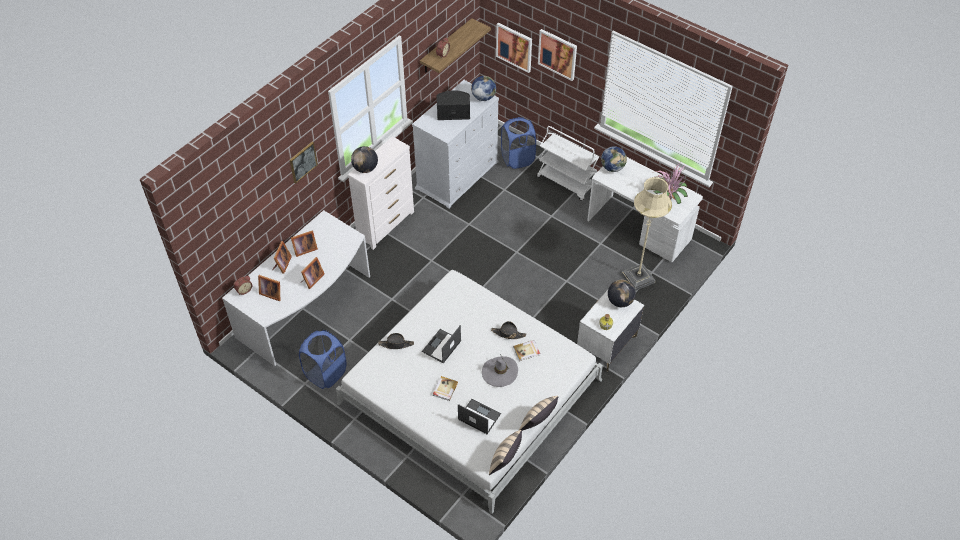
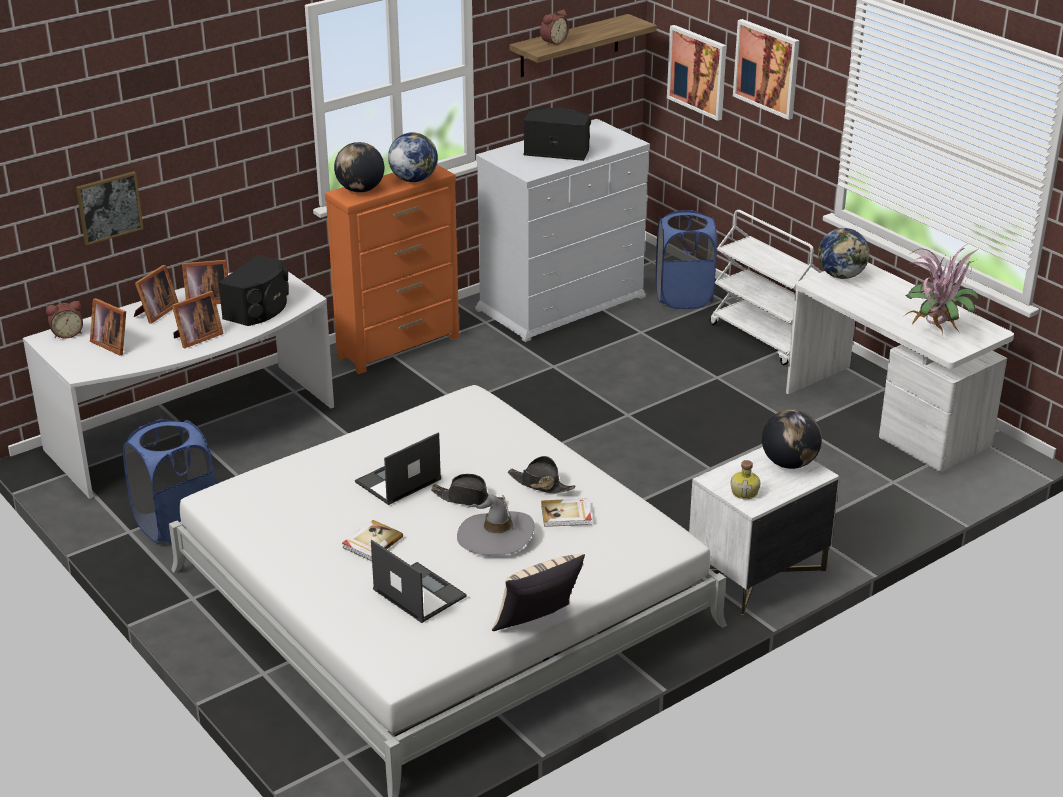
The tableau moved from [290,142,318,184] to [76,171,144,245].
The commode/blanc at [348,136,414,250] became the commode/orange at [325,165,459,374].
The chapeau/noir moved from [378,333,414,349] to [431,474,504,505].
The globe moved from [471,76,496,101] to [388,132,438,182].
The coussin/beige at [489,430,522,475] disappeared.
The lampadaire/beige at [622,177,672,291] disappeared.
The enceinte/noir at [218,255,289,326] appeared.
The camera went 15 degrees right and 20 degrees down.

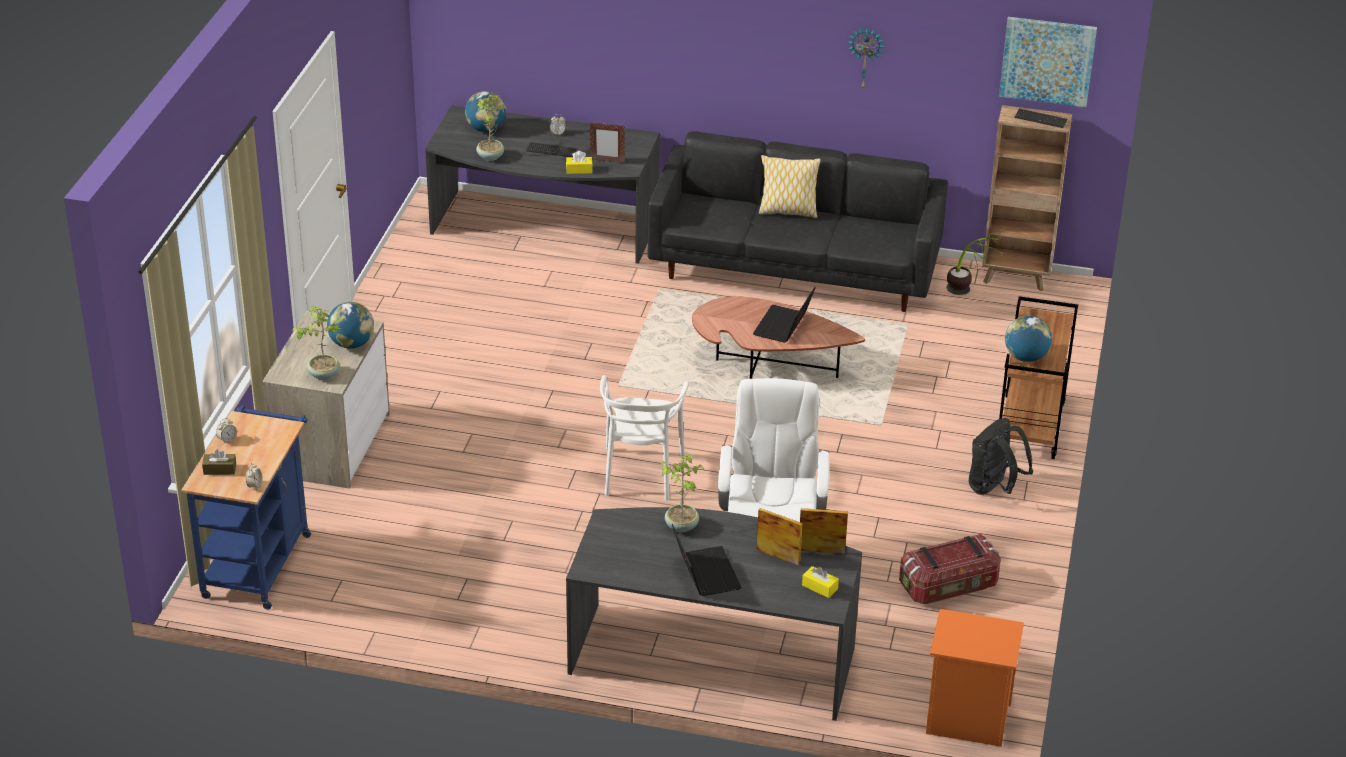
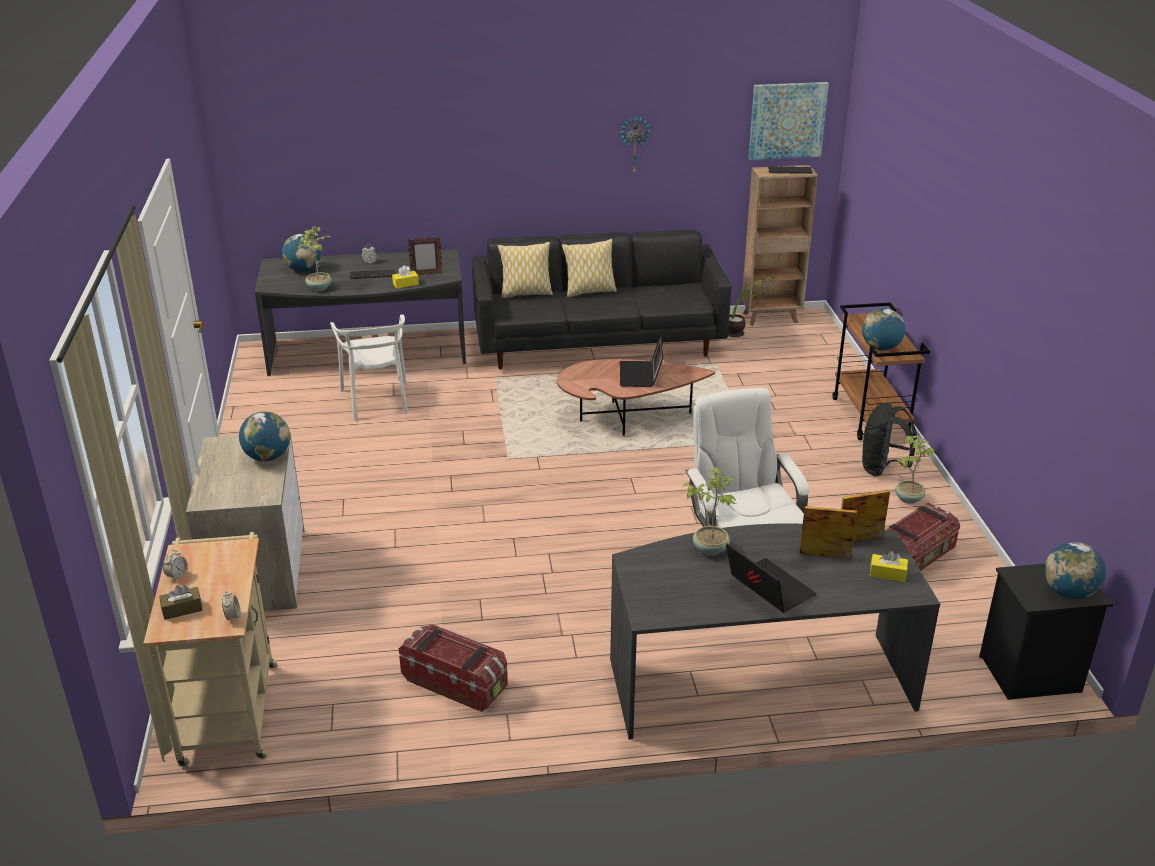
The chariot/bleu at [181,405,311,610] became the chariot/beige at [143,532,277,767].
The plante en pot moved from [292,306,341,380] to [895,436,935,504].
The chaise/blanc moved from [600,375,689,501] to [330,314,408,421].
The table de chevet/orange at [926,609,1024,747] became the table de chevet/noir at [979,564,1113,700].
The boîte de rangement at [399,625,508,712] appeared.
The coussin at [498,242,553,298] appeared.
The globe at [1045,542,1106,599] appeared.
The camera went 20 degrees left and 5 degrees down.

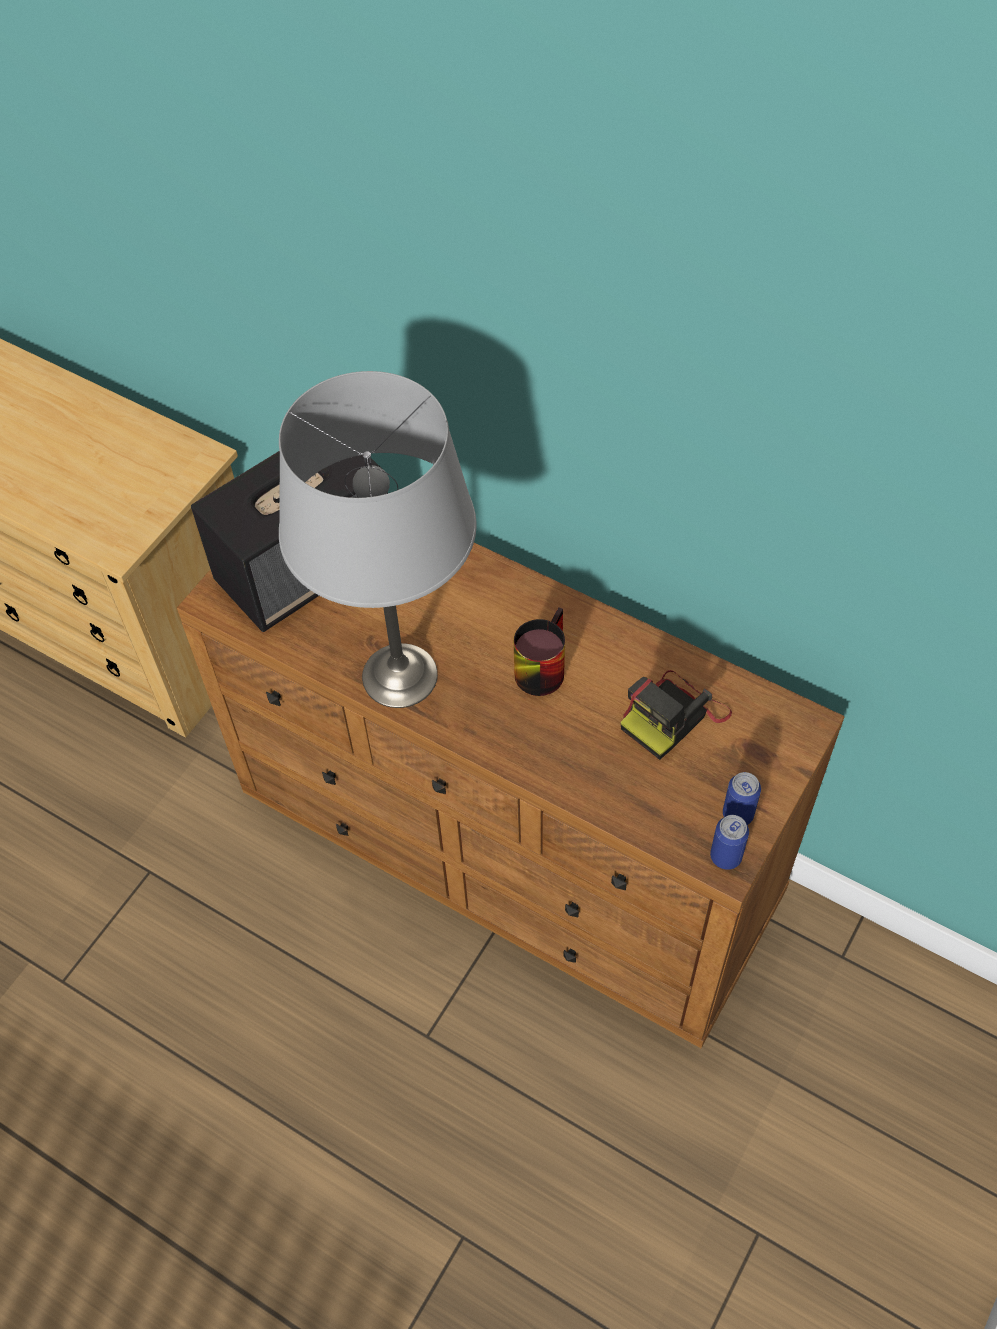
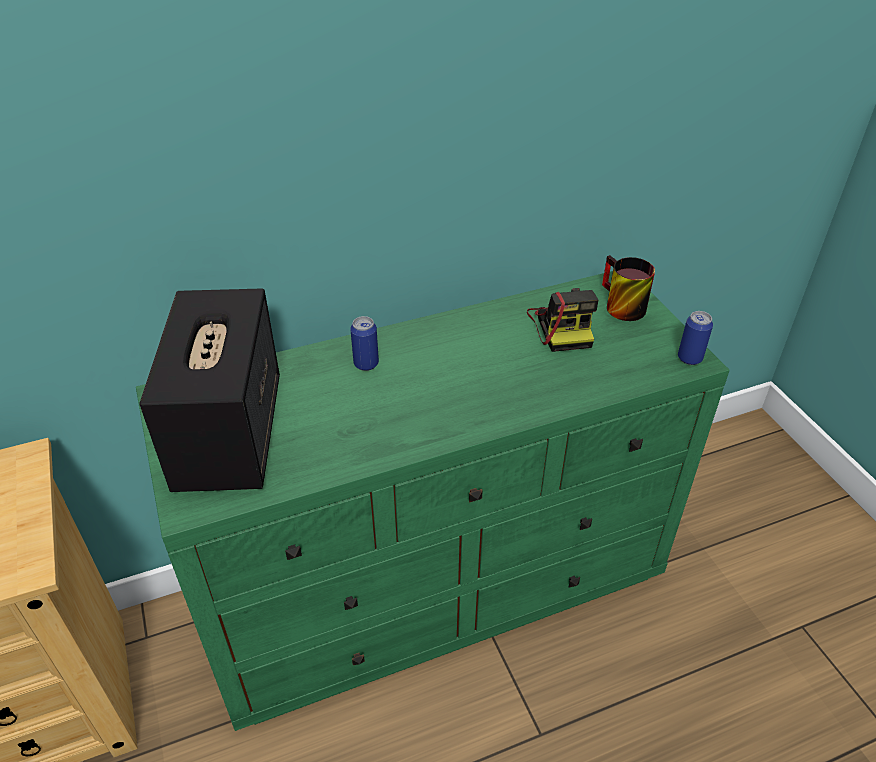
The commode/marron at [177,542,844,1048] became the commode/vert at [136,271,730,731].
The lampe de table/gris at [279,371,477,708] disappeared.
The mug moved from [514,607,565,696] to [602,255,655,321].
The boîte métallique moved from [723,772,761,825] to [350,316,379,371].
The camera went 55 degrees left and 15 degrees down.

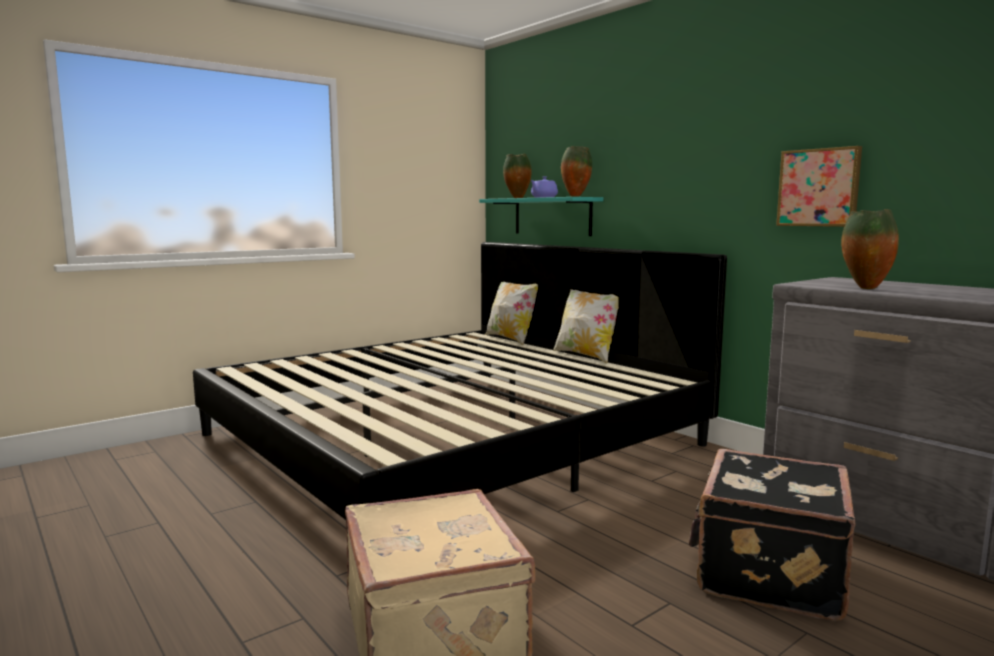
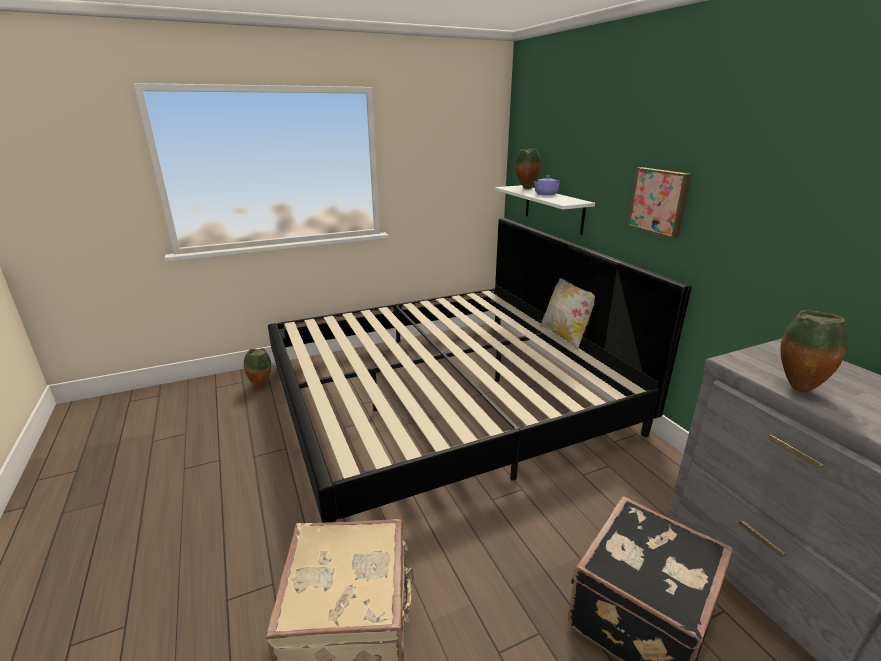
The étagère/turquoise at [479,197,603,236] became the étagère/blanc at [495,185,595,235].
The coussin at [485,282,538,345] disappeared.
The vase moved from [561,146,592,197] to [244,348,271,387].
The tableau moved from [776,146,862,227] to [628,167,692,239].
The camera went 15 degrees right and 15 degrees up.

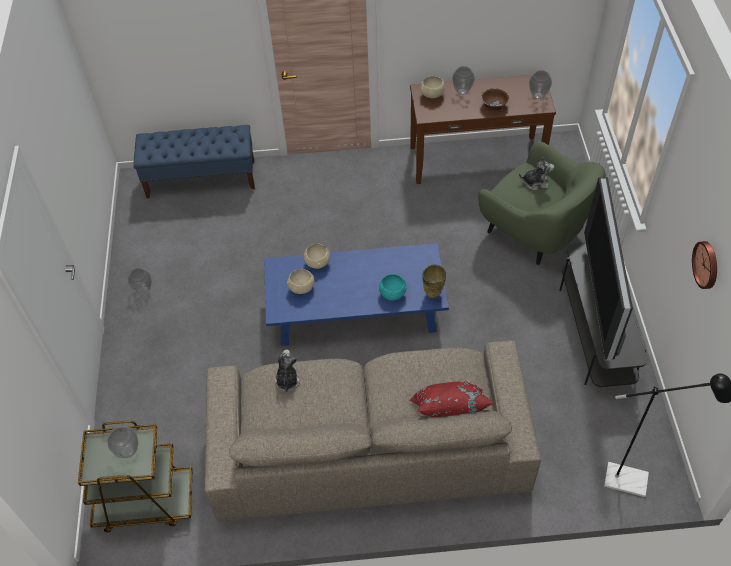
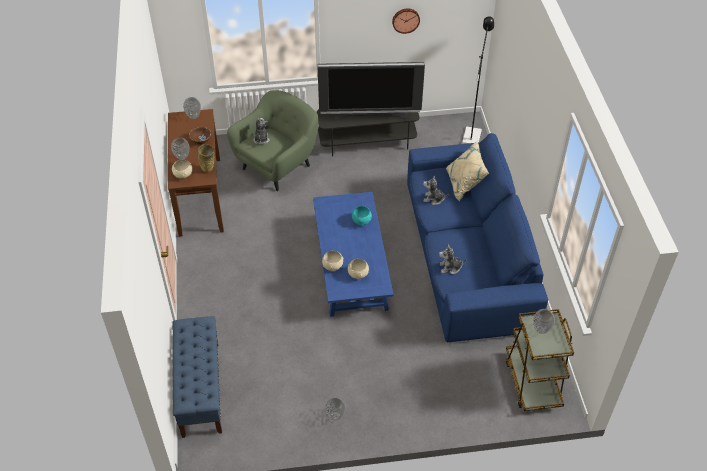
The canapé/beige at [205,341,541,521] became the canapé/bleu at [407,133,548,342].
The coussin/rouge at [410,381,493,417] became the coussin/beige at [446,140,489,201].
The vase/beige moved from [422,265,446,298] to [198,144,214,173].
The peluche at [423,176,449,205] appeared.
The camera went 95 degrees left and 5 degrees down.

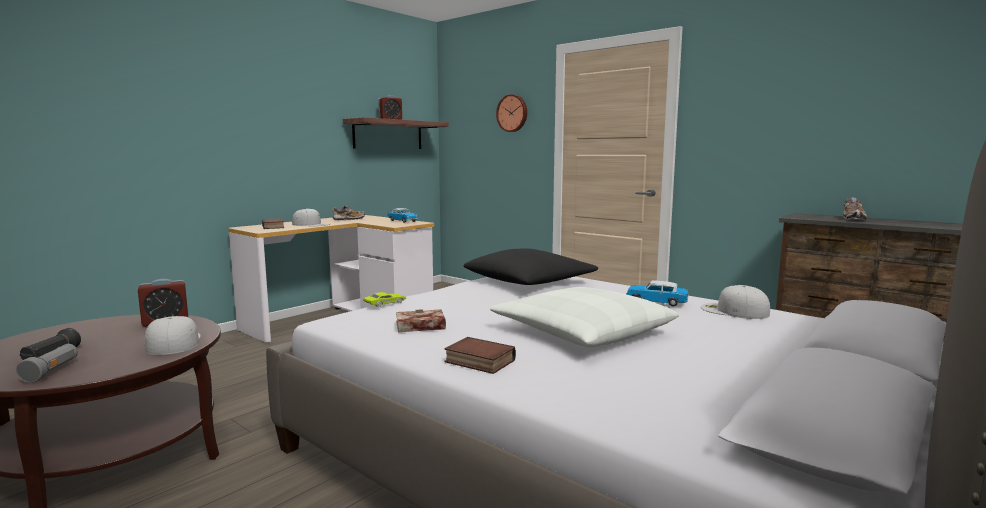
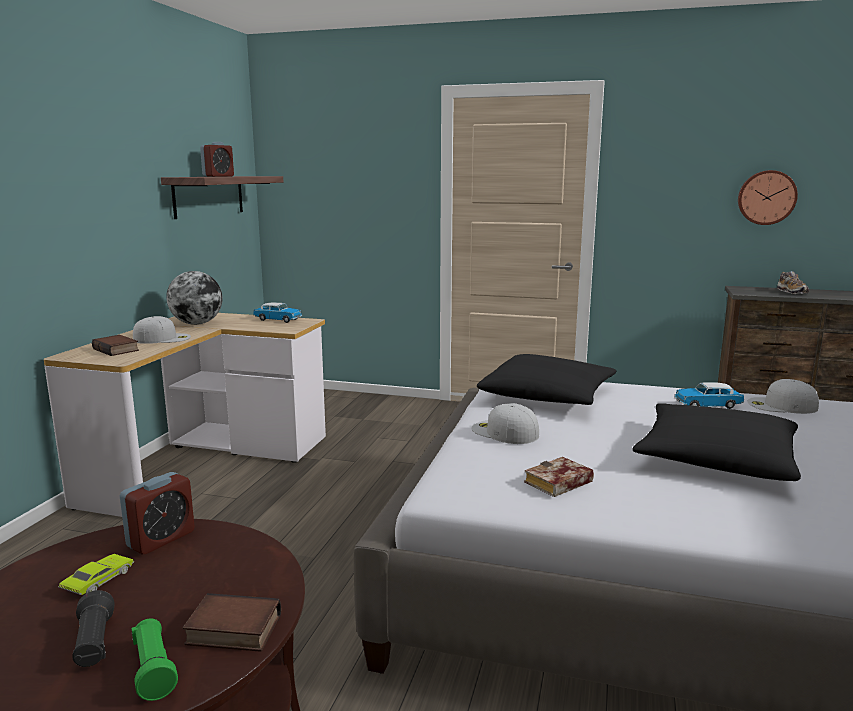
The lampe de poche/gris at [16,344,78,383] became the lampe de poche/vert at [131,618,178,701].
The casquette/blanc moved from [145,316,201,355] to [471,403,539,444].
The chaussure at [332,205,365,221] was replaced by the globe at [166,271,223,325].
The petite voiture/vert moved from [363,292,406,307] to [58,554,134,595].
The livre moved from [444,337,516,374] to [182,593,281,652].
The coussin/blanc at [490,287,679,347] became the coussin/noir at [632,403,801,481].
The horloge murale moved from [496,94,527,132] to [738,170,798,225].
The camera went 25 degrees left and 5 degrees up.

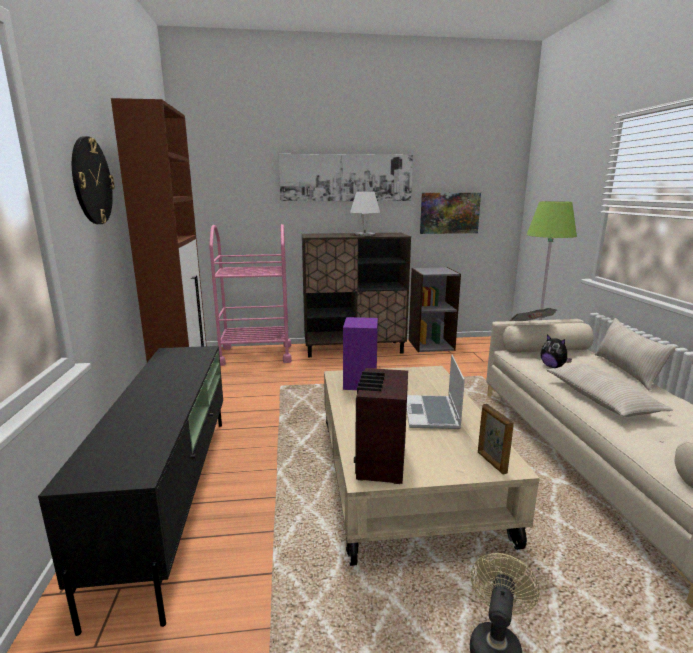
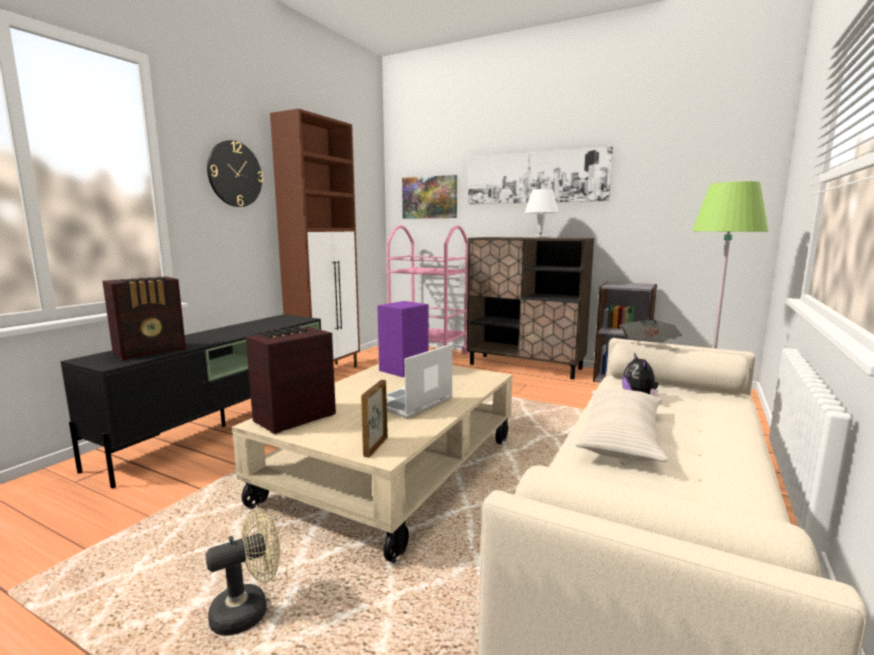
The tableau moved from [420,193,481,234] to [402,175,457,219].
The coussin/beige at [595,318,676,390] disappeared.
The radio at [102,277,186,360] appeared.
The camera went 35 degrees right and 5 degrees down.

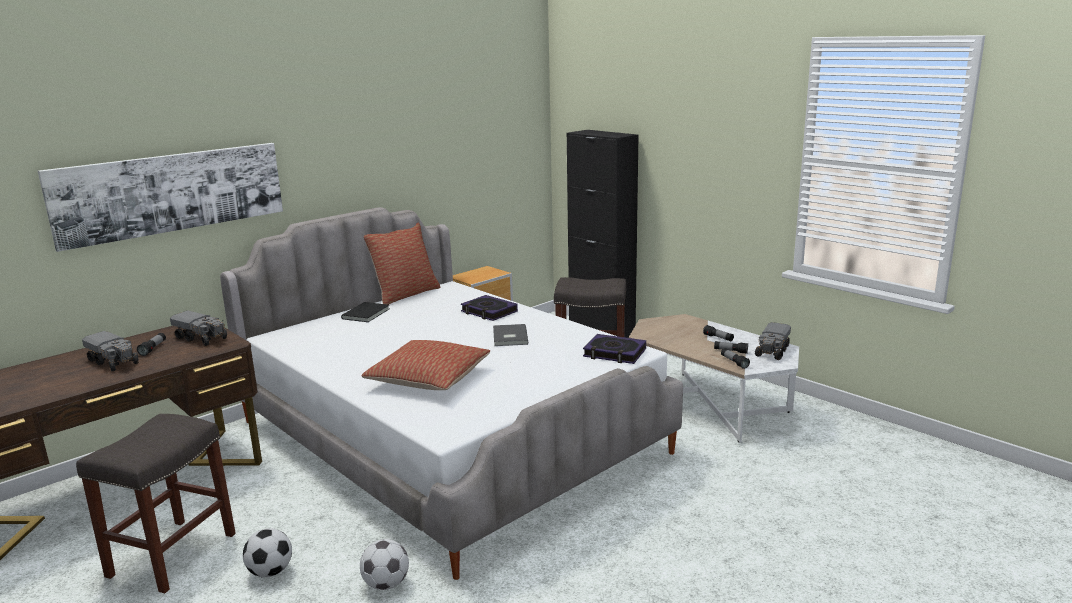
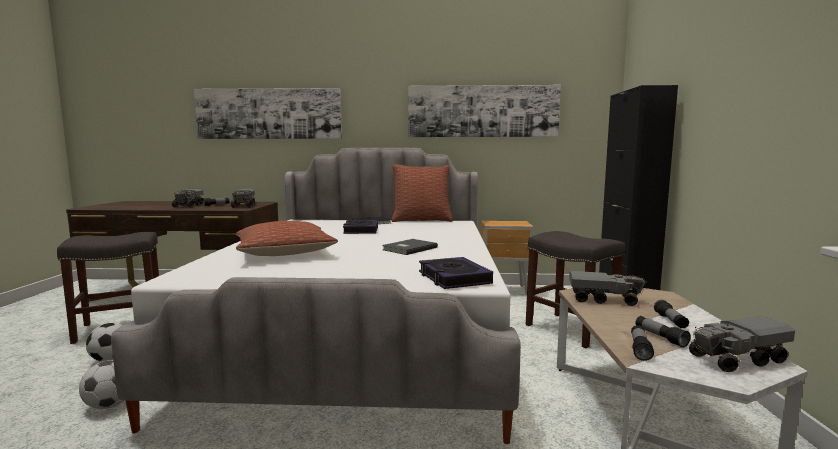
The livre moved from [461,295,518,321] to [343,220,378,234].
The tableau at [408,85,561,137] appeared.
The camion jouet at [569,271,646,306] appeared.
The camera went 45 degrees right and 10 degrees down.

